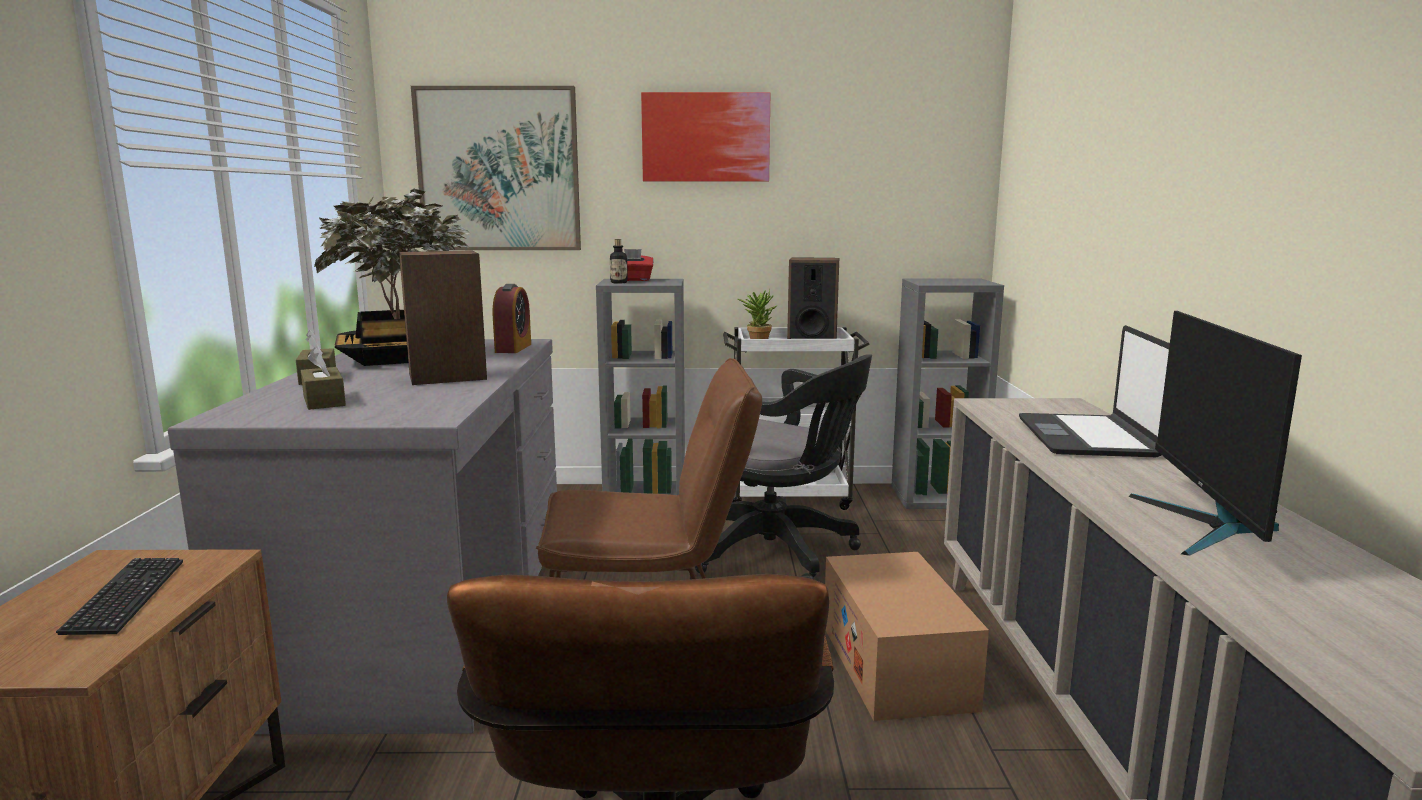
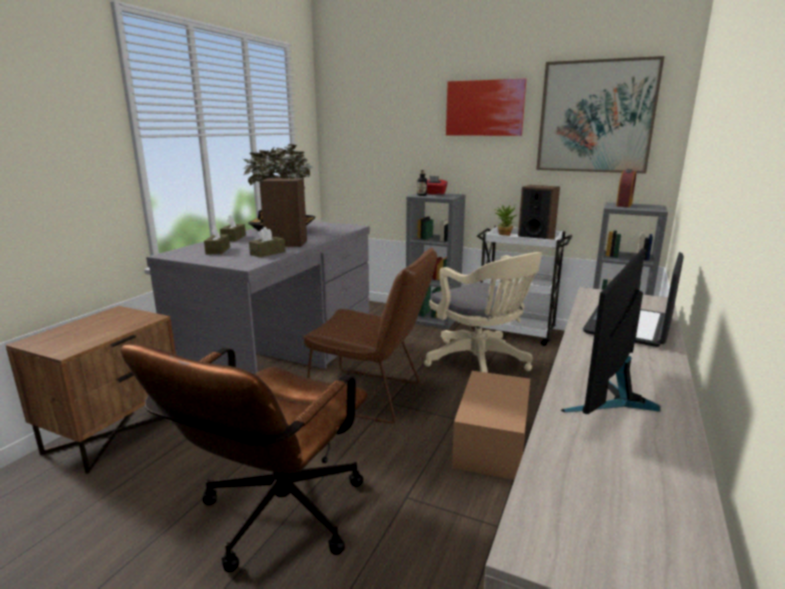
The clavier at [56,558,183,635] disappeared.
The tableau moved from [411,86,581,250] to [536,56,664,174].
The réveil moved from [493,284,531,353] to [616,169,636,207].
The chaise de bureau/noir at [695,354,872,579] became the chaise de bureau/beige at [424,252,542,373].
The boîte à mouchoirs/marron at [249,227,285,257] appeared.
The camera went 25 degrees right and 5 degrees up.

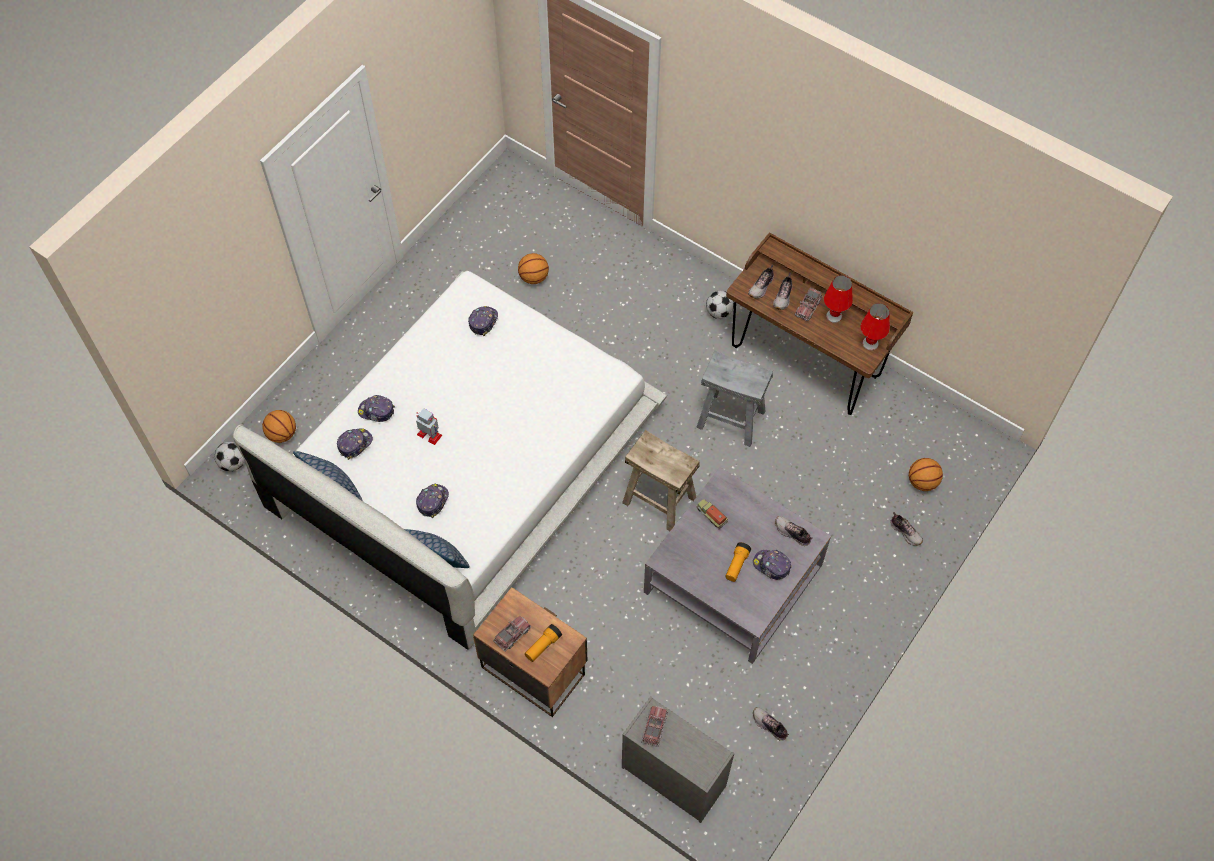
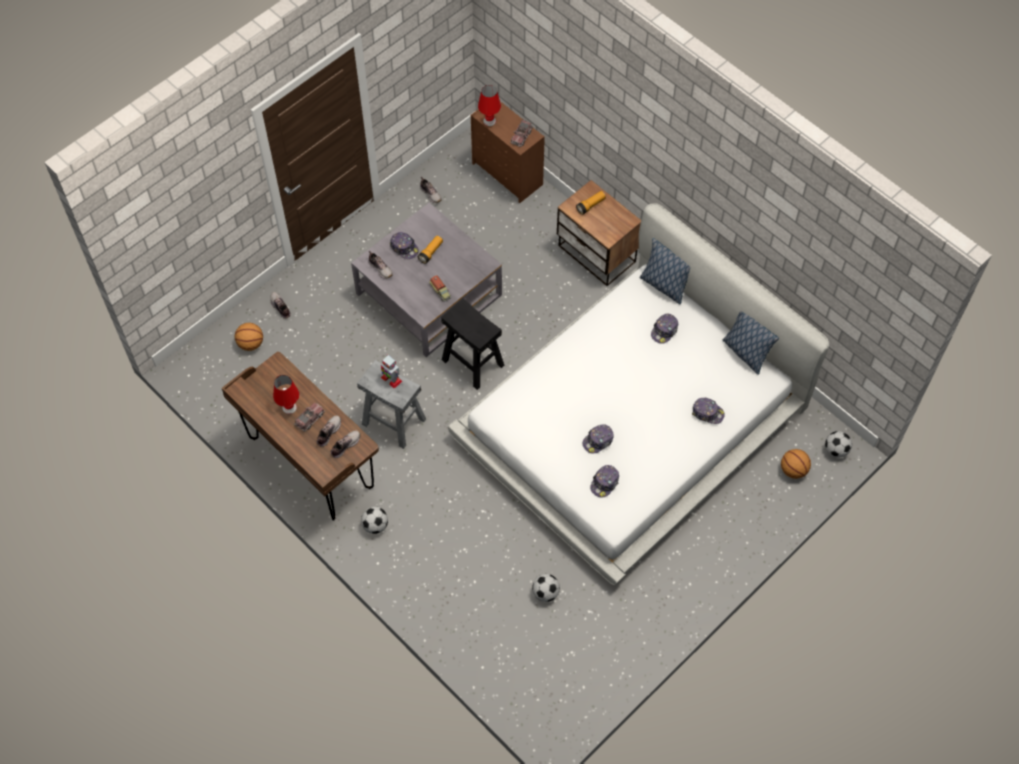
The casquette moved from [337,428,373,459] to [583,424,614,454].
The robot jouet moved from [416,408,443,445] to [381,355,402,389].
The camion jouet at [493,616,531,652] disappeared.
The ballon de basket at [518,253,549,284] was replaced by the ballon de foot at [532,574,560,602].
The tabouret/beige at [622,430,700,531] became the tabouret/noir at [441,298,504,390].
The commode/gris at [622,696,734,823] became the commode/marron at [471,101,545,203].
The lampe de table/rouge moved from [860,303,890,350] to [478,85,501,126].
The camera went 170 degrees left and 0 degrees up.

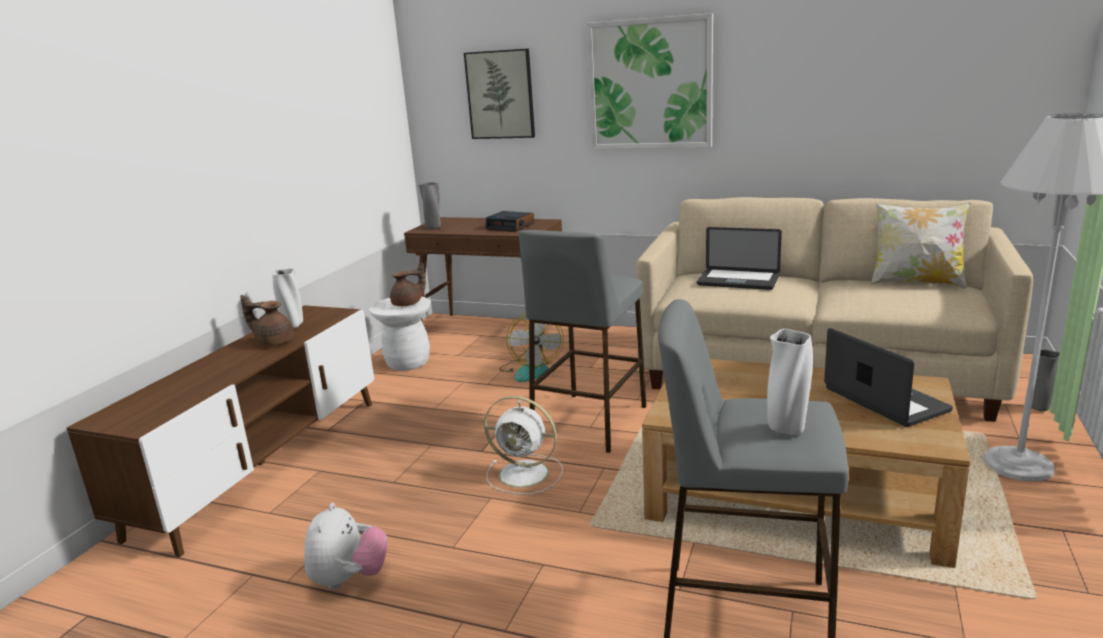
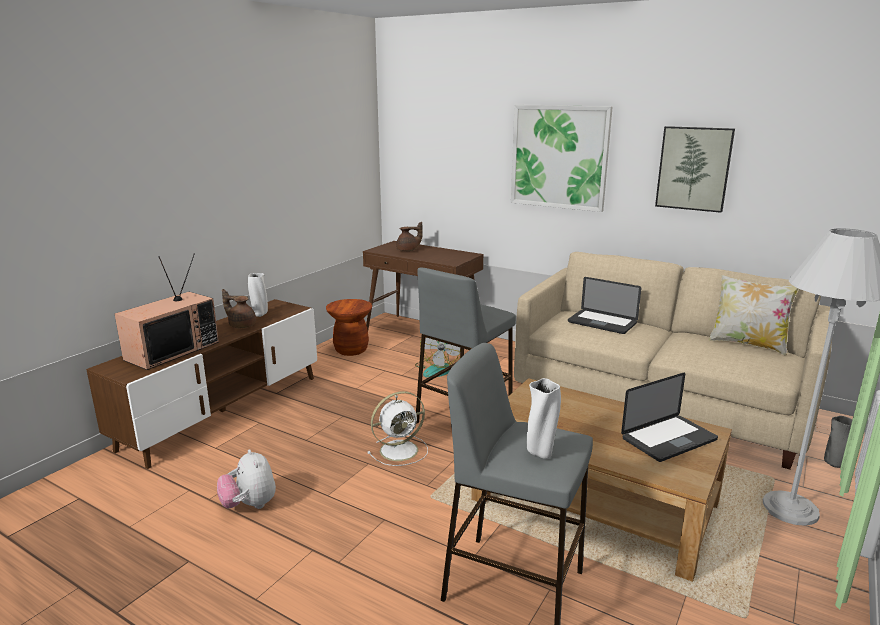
The peluche at [304,503,388,590] turned 135 degrees clockwise.
The tabouret/blanc at [369,297,431,371] became the tabouret/marron at [326,299,372,356].
The théière/marron moved from [390,262,426,306] to [396,222,423,251].
The vase/gris at [419,182,441,230] disappeared.
The tableau moved from [464,48,535,139] to [655,126,735,213].
The ventilateur/blanc at [484,396,563,494] turned 60 degrees counterclockwise.
The réveil at [486,211,534,232] disappeared.
The ordinateur portable at [824,328,953,427] turned 75 degrees clockwise.
The téléviseur at [115,253,219,370] appeared.
The camera went 10 degrees right and 0 degrees up.

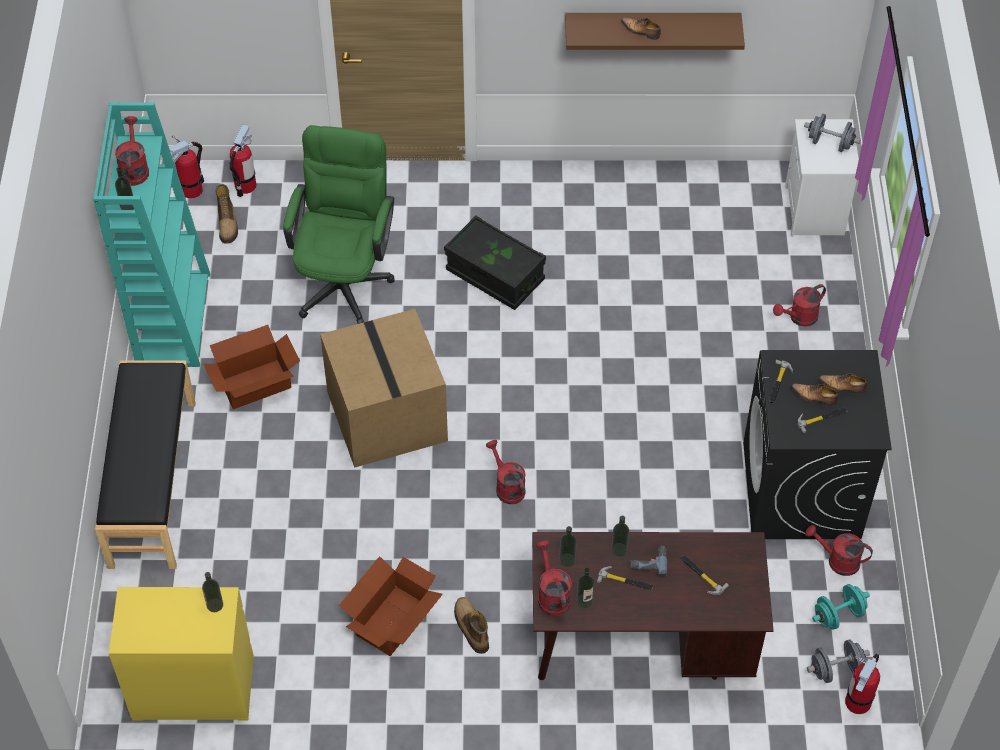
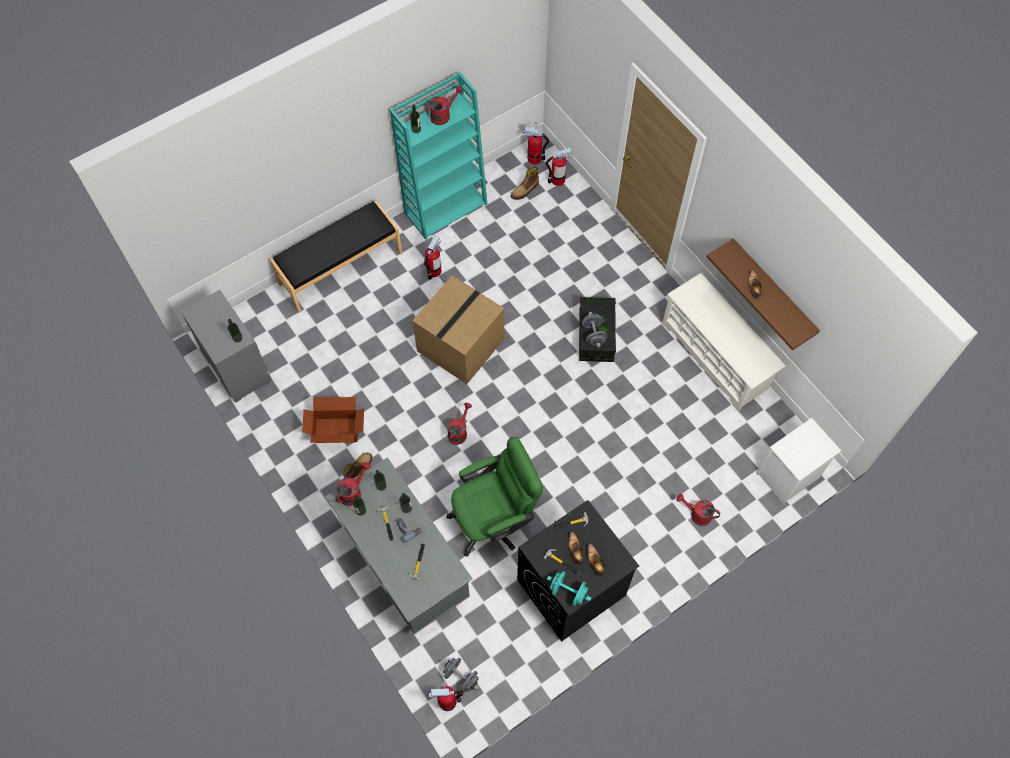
The commode/jaune at [109,587,254,721] became the commode/gris at [181,290,272,402].
The carton at [204,325,300,409] was replaced by the extincteur at [424,235,442,280].
The chaise de bureau/vert moved from [283,125,395,324] to [446,437,543,556].
The bureau/marron at [532,532,774,680] became the bureau/gris at [325,457,473,634].
The haltère/gris moved from [804,114,861,152] to [582,312,607,348].
The arrosoir/rouge at [805,525,873,576] disappeared.
The haltère/turquoise moved from [812,584,870,630] to [547,571,591,606].
The étagère à chaussures/blanc at [662,273,785,412] appeared.
The camera went 55 degrees right and 10 degrees up.

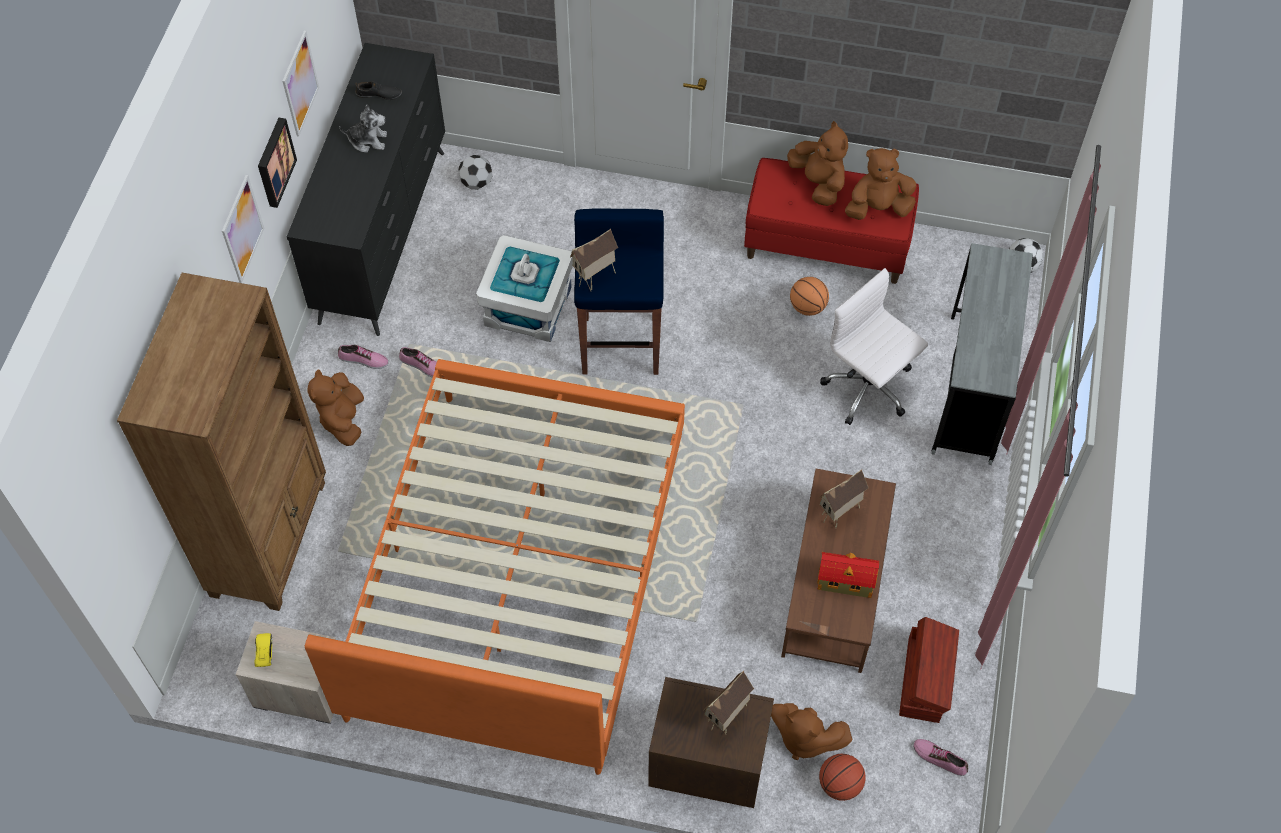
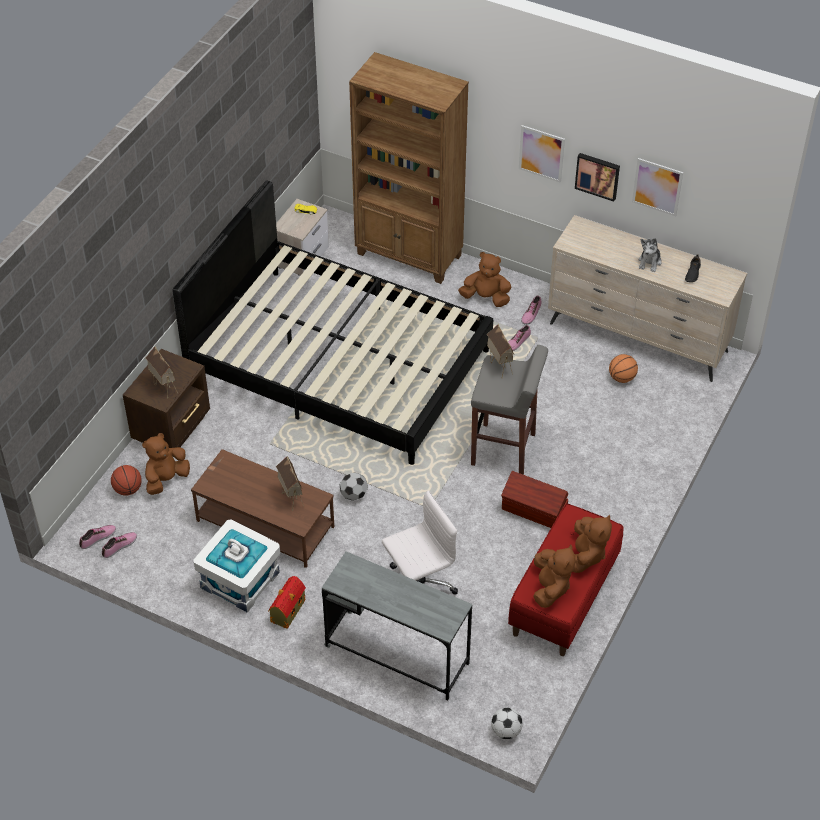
The commode/noir at [287,43,445,336] became the commode/beige at [548,215,747,382].
The lit/orange at [305,359,685,775] became the lit/noir at [172,181,493,465].
The ballon de foot moved from [458,155,492,190] to [340,472,368,501].
The boîte de rangement/blanc moved from [476,235,573,342] to [193,519,280,612].
The tabouret/bleu at [574,209,664,375] became the tabouret/gris at [471,345,548,475].
The peluche/marron at [787,121,848,206] turned 60 degrees counterclockwise.
The ballon de basket moved from [790,277,829,316] to [609,354,638,383].
The maison miniature moved from [817,552,879,598] to [268,576,306,629].
The boîte de rangement/marron moved from [899,617,959,723] to [501,471,569,528].
The chaussure at [79,525,116,549] appeared.
The camera went 105 degrees right and 10 degrees down.

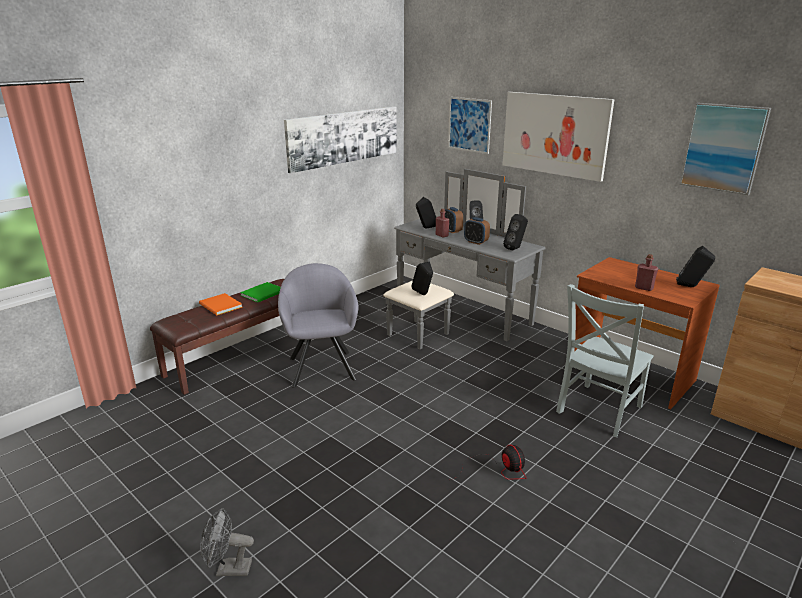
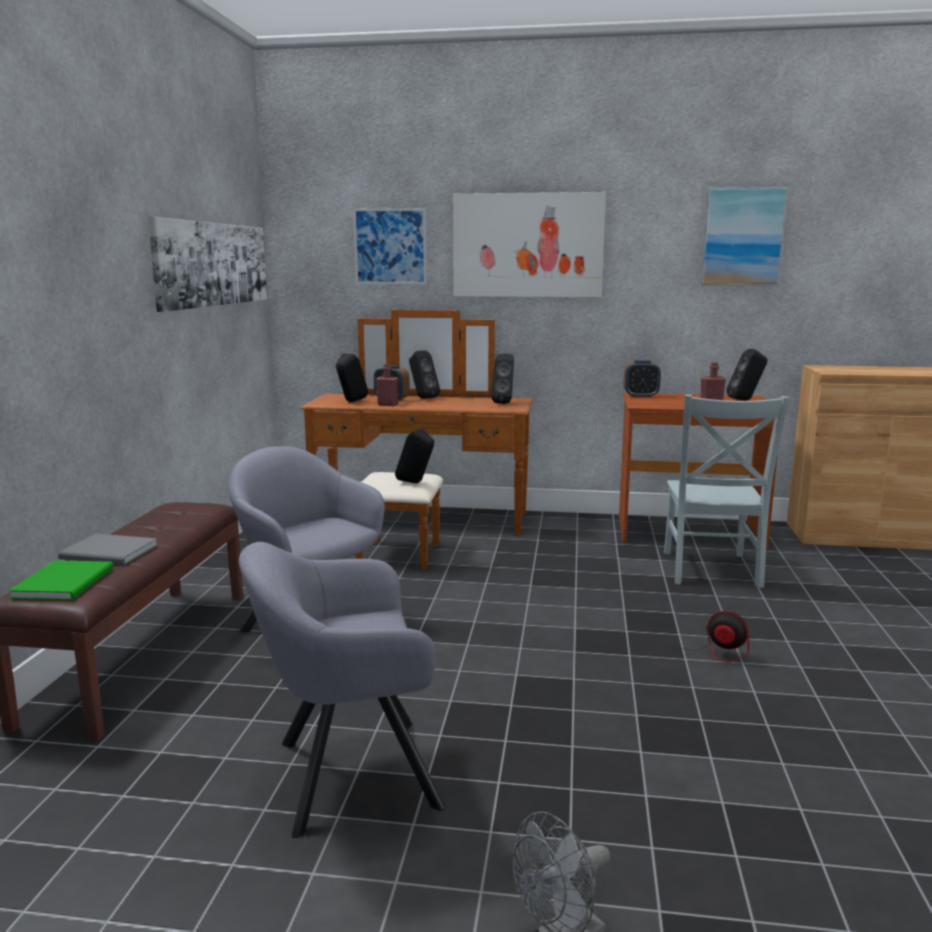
The livre/orange at [199,293,242,315] became the livre/gris at [58,534,158,565].
The livre/vert moved from [240,282,281,303] to [9,560,113,600].
The commode/gris at [383,169,546,349] became the commode/marron at [301,310,533,570].
The réveil moved from [464,217,490,245] to [623,360,661,398].
The fauteuil/gris at [239,542,445,838] appeared.
The camera went 35 degrees left and 10 degrees down.

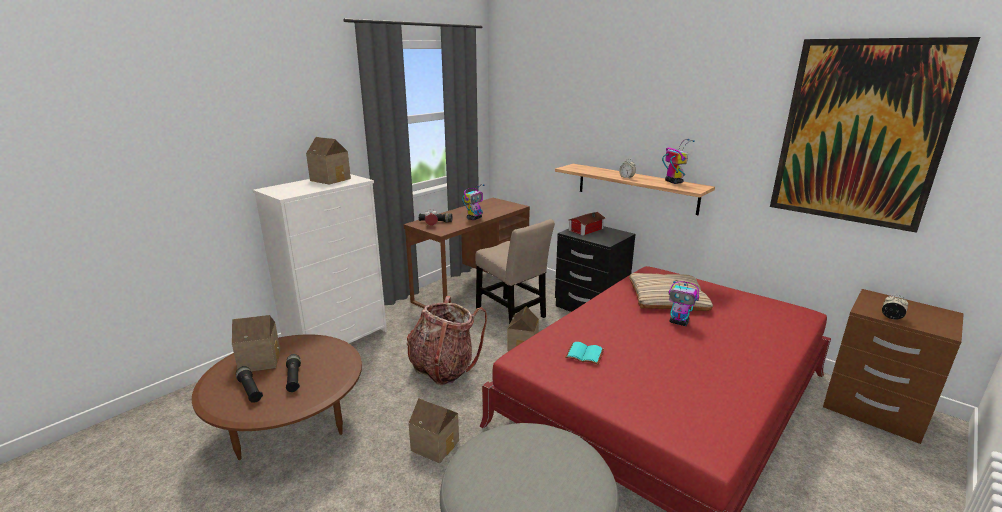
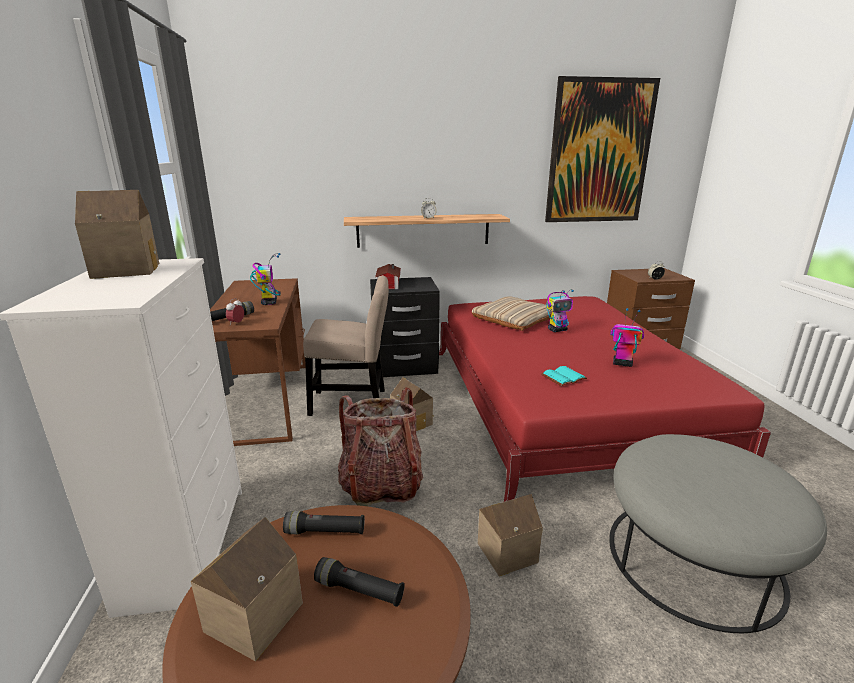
The lampe de poche/noir moved from [236,366,263,403] to [283,511,365,535].
The robot jouet moved from [662,139,695,184] to [610,308,644,367].
The camera went 50 degrees left and 0 degrees up.

